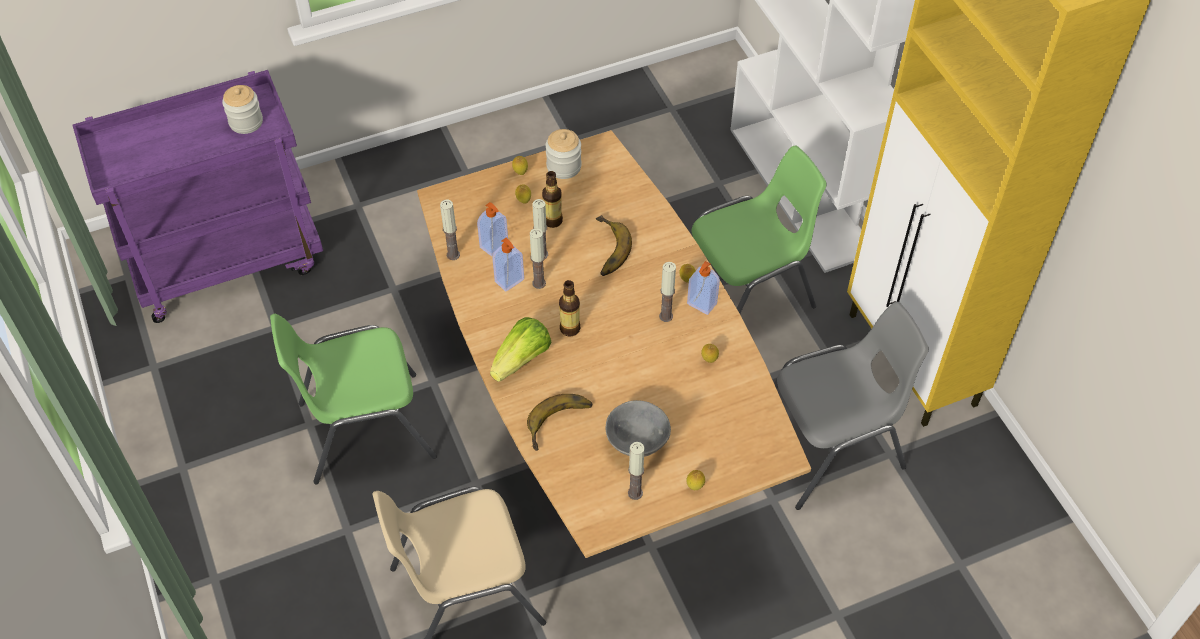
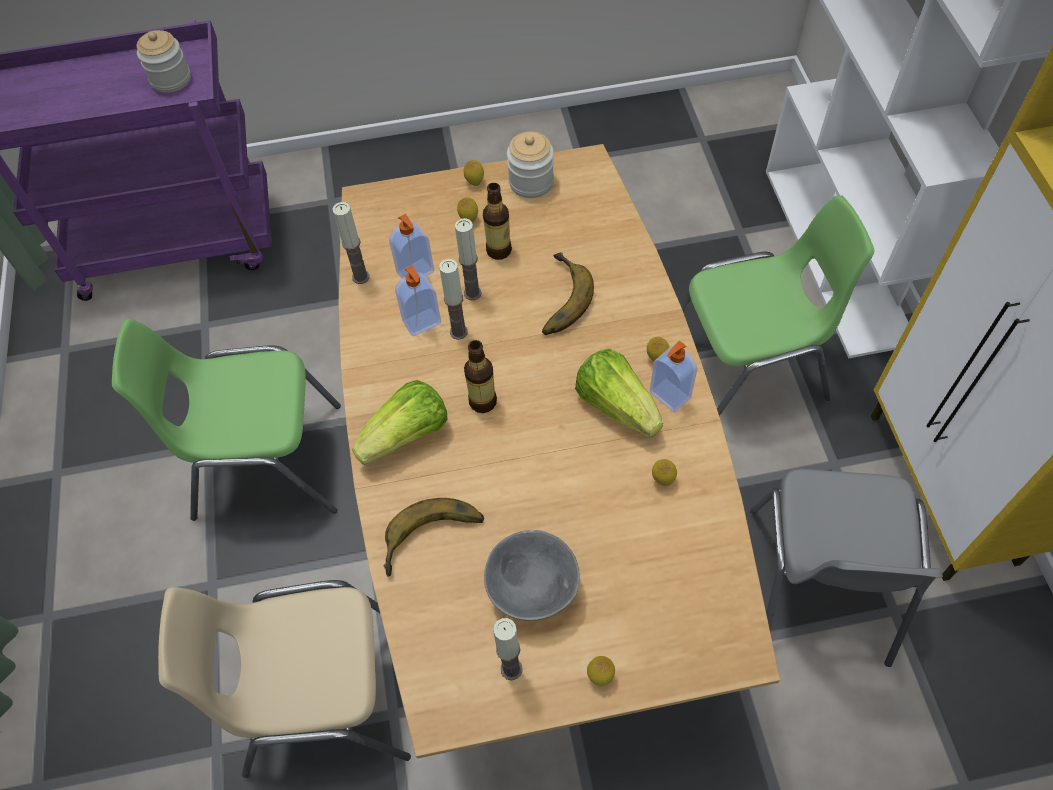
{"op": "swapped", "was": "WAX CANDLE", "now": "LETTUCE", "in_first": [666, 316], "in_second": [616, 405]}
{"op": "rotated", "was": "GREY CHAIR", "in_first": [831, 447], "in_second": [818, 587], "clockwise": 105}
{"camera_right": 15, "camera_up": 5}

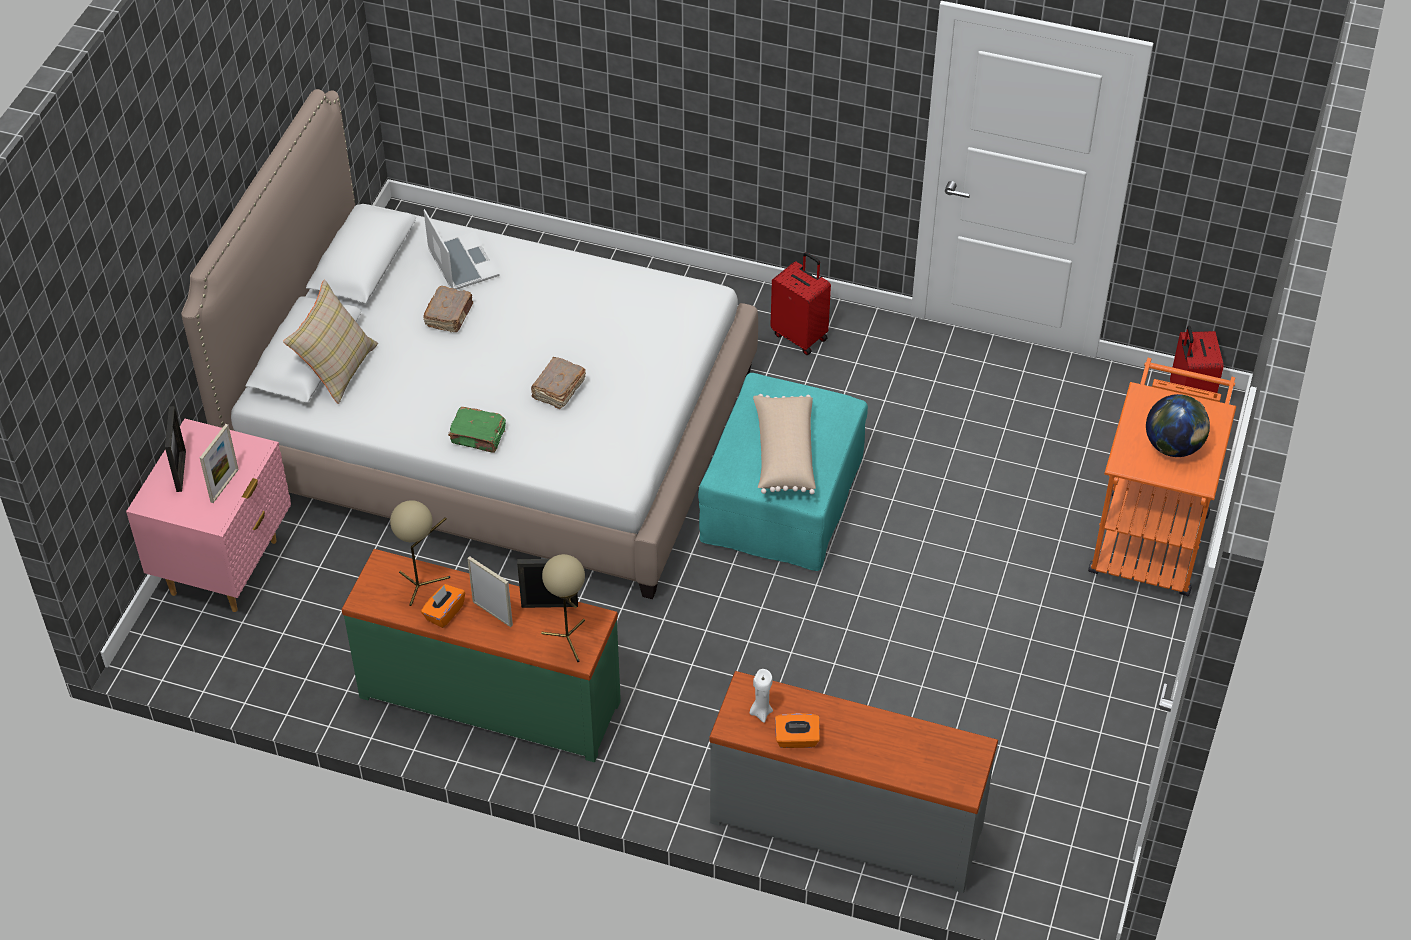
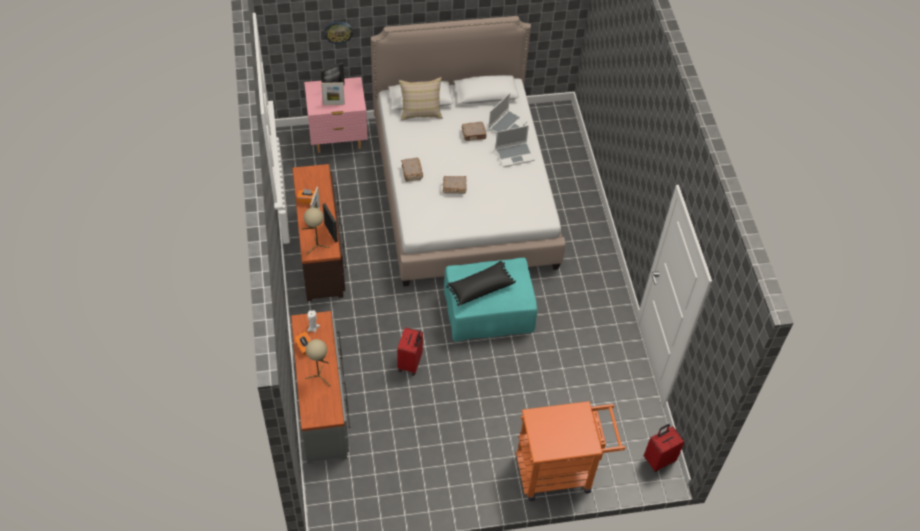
{"op": "shifted", "was": "RED TRAVEL CASE", "in_first": [800, 336], "in_second": [410, 363]}
{"op": "repainted", "was": "SAND-COLOURED CUSHION", "now": "BLACK-COLOURED CUSHION", "in_first": [783, 454], "in_second": [480, 287]}
{"op": "gone", "was": "WORLD GLOBE", "in_first": [1173, 447]}
{"op": "repainted", "was": "GREEN BOUND BOOK", "now": "BROWN-COLOURED BOUND BOOK", "in_first": [478, 436], "in_second": [411, 173]}
{"op": "shifted", "was": "SAND-COLOURED TABLE LAMP", "in_first": [422, 584], "in_second": [320, 377]}
{"op": "repainted", "was": "GREEN DRAWER CHEST", "now": "BROWN-COLOURED DRAWER CHEST", "in_first": [491, 696], "in_second": [321, 252]}
{"op": "new", "now": "WALL CLOCK", "in_second": [338, 32]}
{"op": "new", "now": "PORTABLE COMPUTER", "in_second": [514, 154]}
{"camera_right": 60, "camera_up": 5}

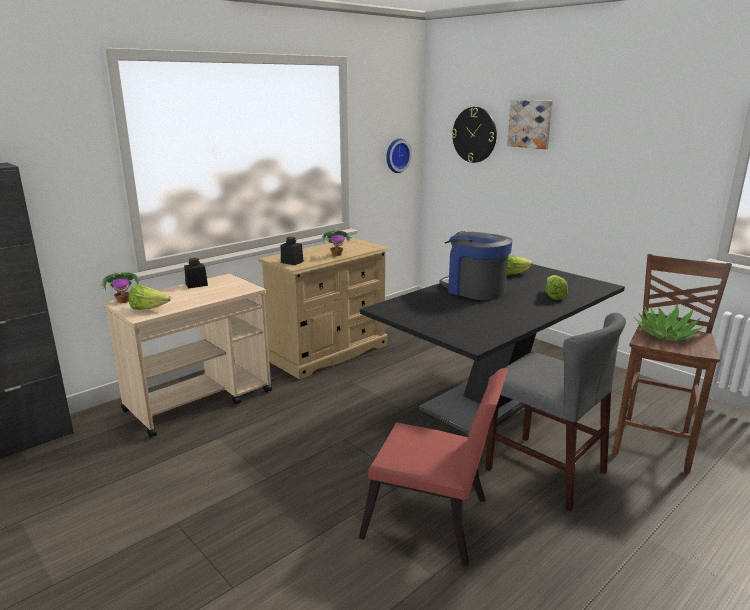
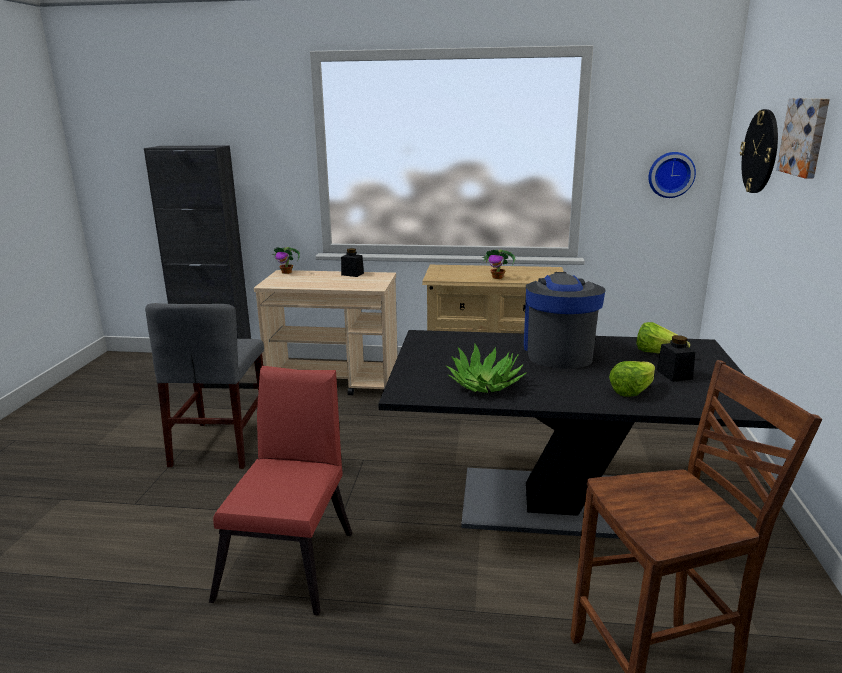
{"op": "shifted", "was": "BLACK-COLOURED STORAGE JAR", "in_first": [292, 262], "in_second": [674, 374]}
{"op": "gone", "was": "LETTUCE", "in_first": [149, 309]}
{"op": "shifted", "was": "POTTED PLANT", "in_first": [666, 334], "in_second": [484, 384]}
{"op": "shifted", "was": "GREY CHAIR", "in_first": [545, 470], "in_second": [221, 444]}
{"op": "rotated", "was": "RED CHAIR", "in_first": [433, 522], "in_second": [291, 558], "clockwise": -150}
{"camera_right": 50, "camera_up": 0}

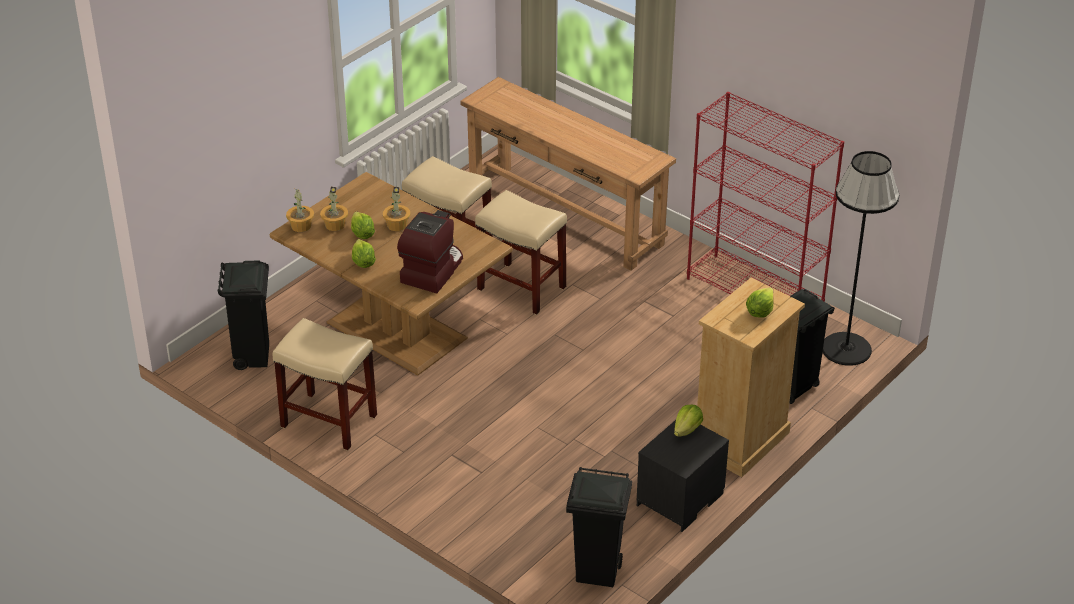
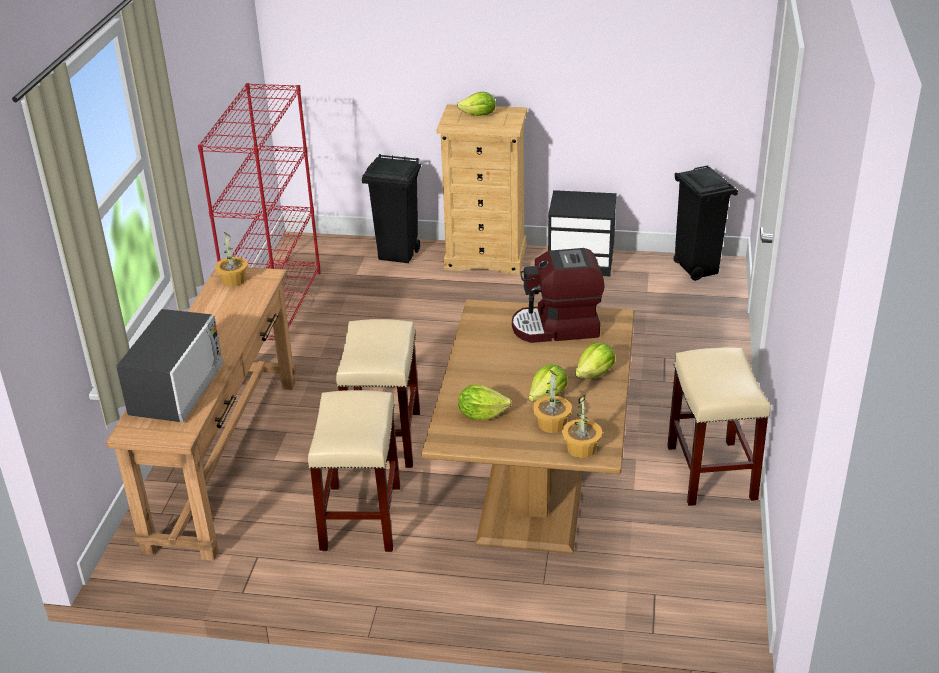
{"op": "gone", "was": "BLACK-COLOURED STANDING LAMP", "in_first": [846, 349]}
{"op": "shifted", "was": "POTTED PLANT", "in_first": [397, 225], "in_second": [233, 280]}
{"op": "gone", "was": "BLACK-COLOURED TRASH CAN", "in_first": [252, 356]}
{"op": "shifted", "was": "LETTUCE", "in_first": [687, 430], "in_second": [481, 414]}
{"op": "new", "now": "MICROWAVE", "in_second": [177, 389]}
{"camera_right": -120, "camera_up": -5}

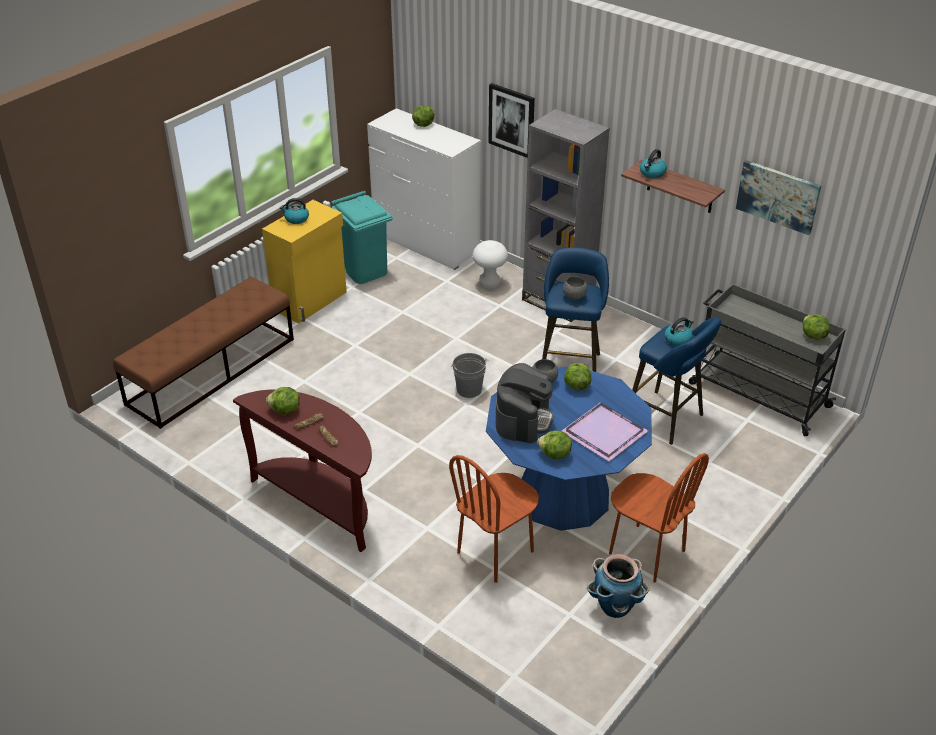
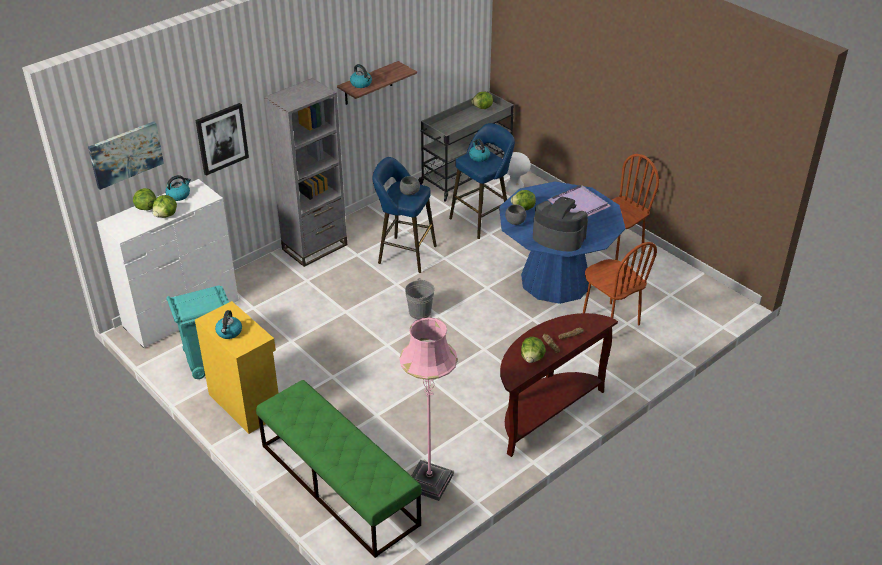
{"op": "shifted", "was": "WALL ART", "in_first": [778, 196], "in_second": [126, 154]}
{"op": "shifted", "was": "WHITE STOOL", "in_first": [489, 284], "in_second": [514, 189]}
{"op": "repainted", "was": "BROWN-COLOURED LONG SEAT", "now": "GREEN LONG SEAT", "in_first": [212, 371], "in_second": [338, 484]}
{"op": "shifted", "was": "LETTUCE", "in_first": [554, 455], "in_second": [166, 215]}
{"op": "gone", "was": "FLOWER POT", "in_first": [615, 607]}
{"op": "new", "now": "TEA KETTLE", "in_second": [179, 195]}
{"op": "new", "now": "PINK STANDING LAMP", "in_second": [429, 481]}
{"camera_right": -80, "camera_up": 0}

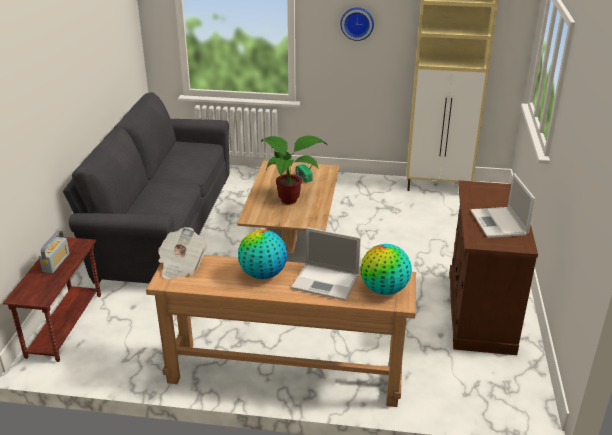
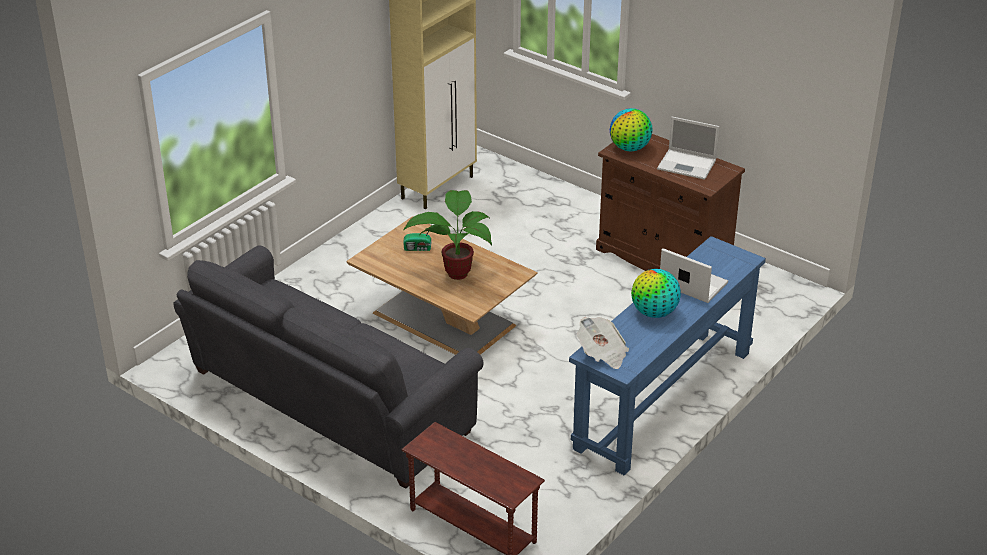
{"op": "gone", "was": "WALL CLOCK", "in_first": [357, 23]}
{"op": "rotated", "was": "PORTABLE COMPUTER", "in_first": [327, 282], "in_second": [692, 284], "clockwise": -105}
{"op": "gone", "was": "RADIO RECEIVER", "in_first": [56, 263]}
{"op": "shifted", "was": "WORLD GLOBE", "in_first": [384, 290], "in_second": [630, 148]}
{"op": "repainted", "was": "BROWN-COLOURED NARROW TABLE", "now": "BLUE NARROW TABLE", "in_first": [284, 373], "in_second": [663, 399]}
{"camera_right": -60, "camera_up": 5}

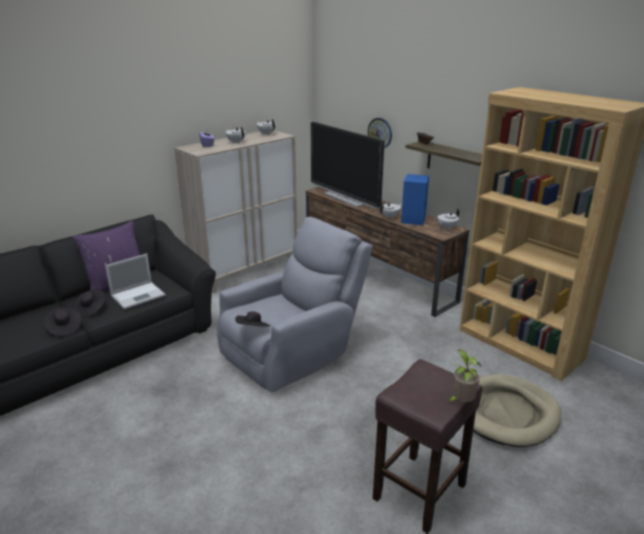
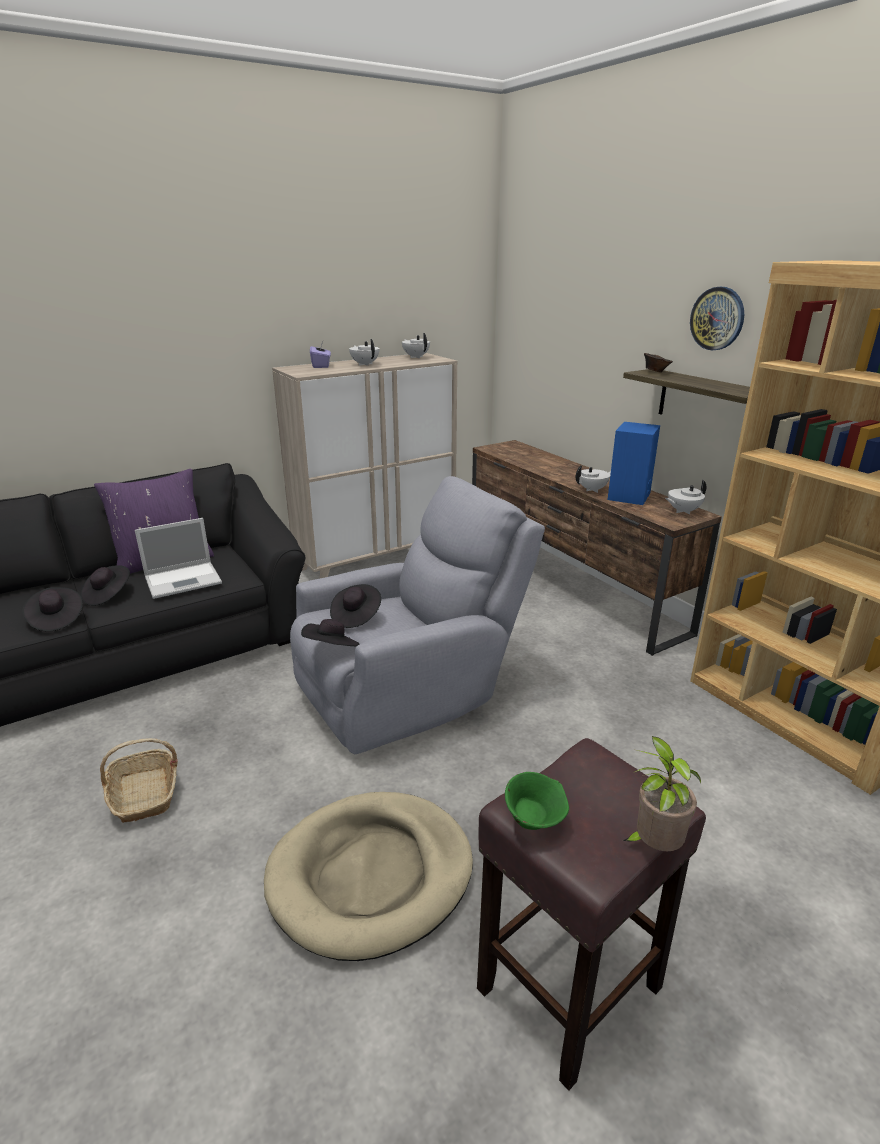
{"op": "shifted", "was": "WALL CLOCK", "in_first": [380, 133], "in_second": [717, 318]}
{"op": "gone", "was": "TELEVISION", "in_first": [346, 198]}
{"op": "shifted", "was": "SAND-COLOURED PET BED", "in_first": [507, 413], "in_second": [371, 875]}
{"op": "new", "now": "BLACK-COLOURED CLOTHING HAT", "in_second": [356, 616]}
{"op": "new", "now": "STORAGE BASKET", "in_second": [144, 794]}
{"op": "new", "now": "GREEN BOWL", "in_second": [534, 820]}
{"camera_right": 10, "camera_up": 0}

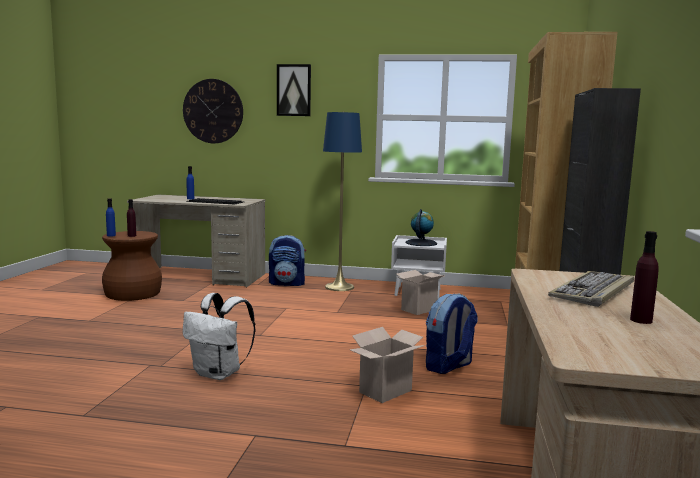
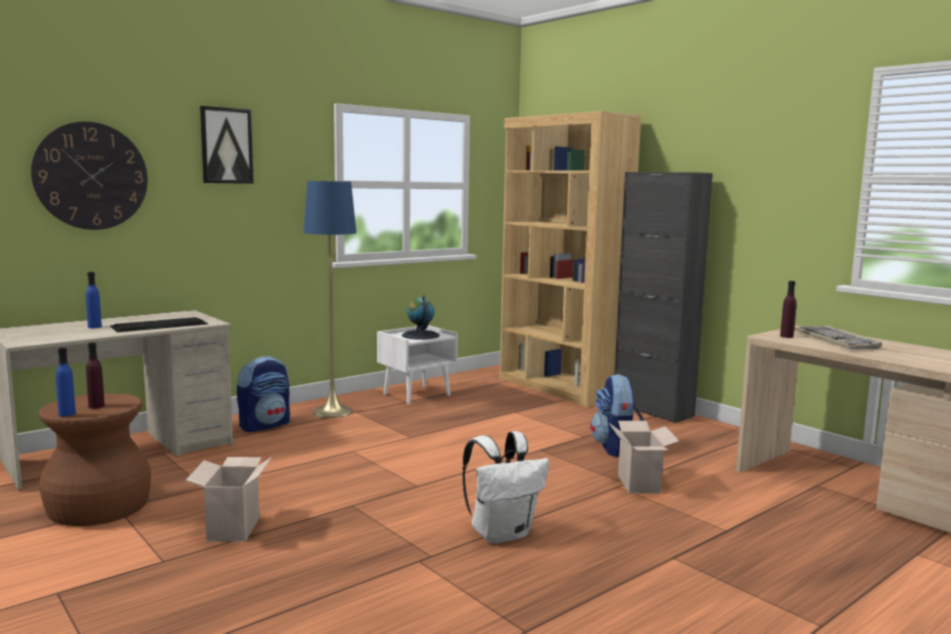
{"op": "shifted", "was": "PURPLE-COLOURED BEVERAGE BOTTLE", "in_first": [641, 320], "in_second": [786, 336]}
{"op": "shifted", "was": "CARTON", "in_first": [419, 309], "in_second": [232, 528]}
{"camera_right": -50, "camera_up": 0}

